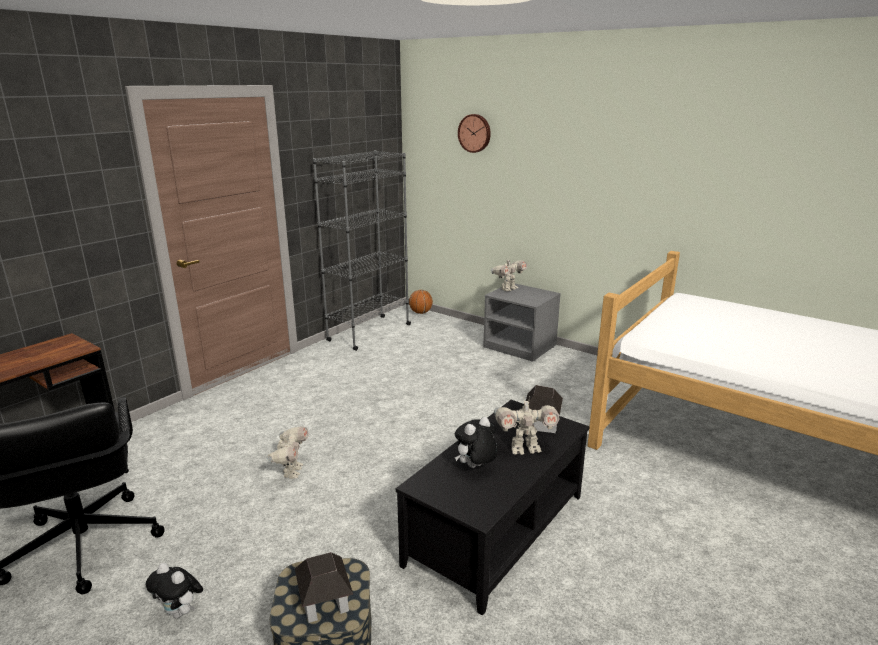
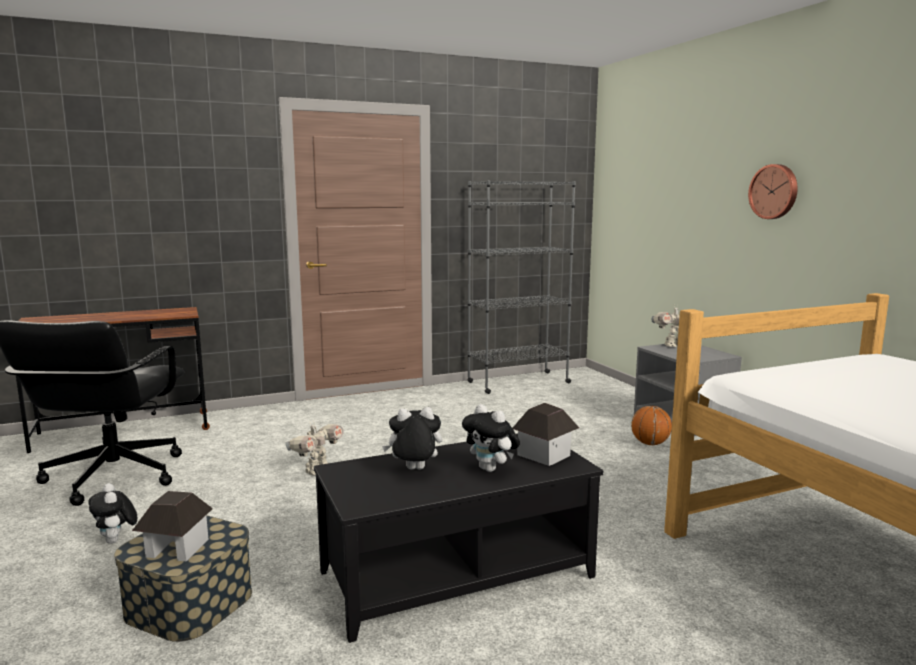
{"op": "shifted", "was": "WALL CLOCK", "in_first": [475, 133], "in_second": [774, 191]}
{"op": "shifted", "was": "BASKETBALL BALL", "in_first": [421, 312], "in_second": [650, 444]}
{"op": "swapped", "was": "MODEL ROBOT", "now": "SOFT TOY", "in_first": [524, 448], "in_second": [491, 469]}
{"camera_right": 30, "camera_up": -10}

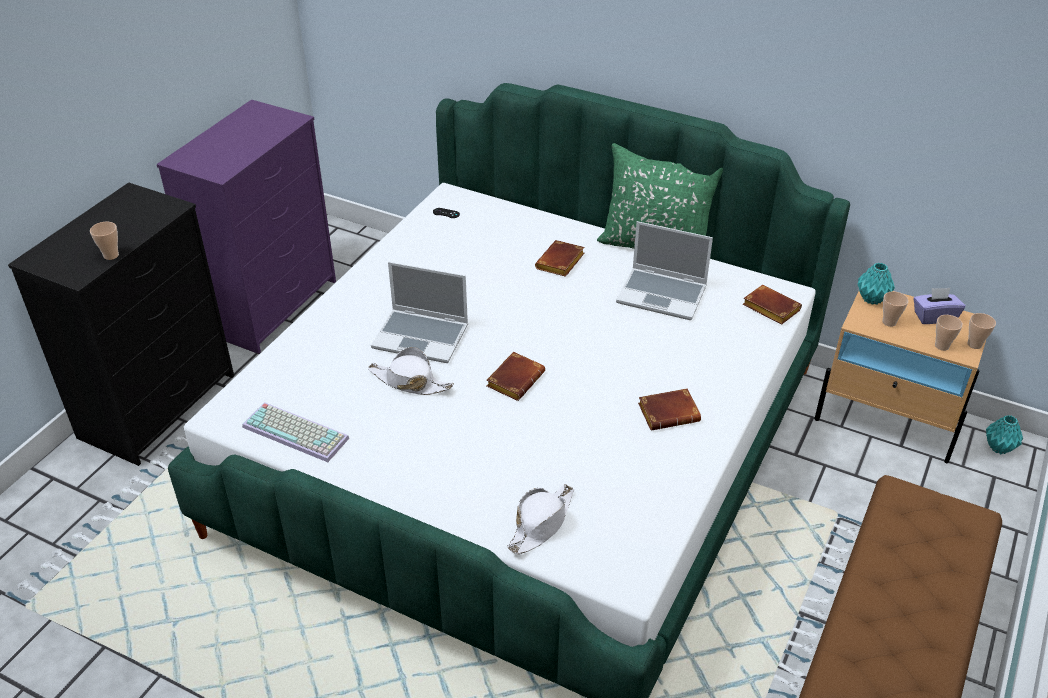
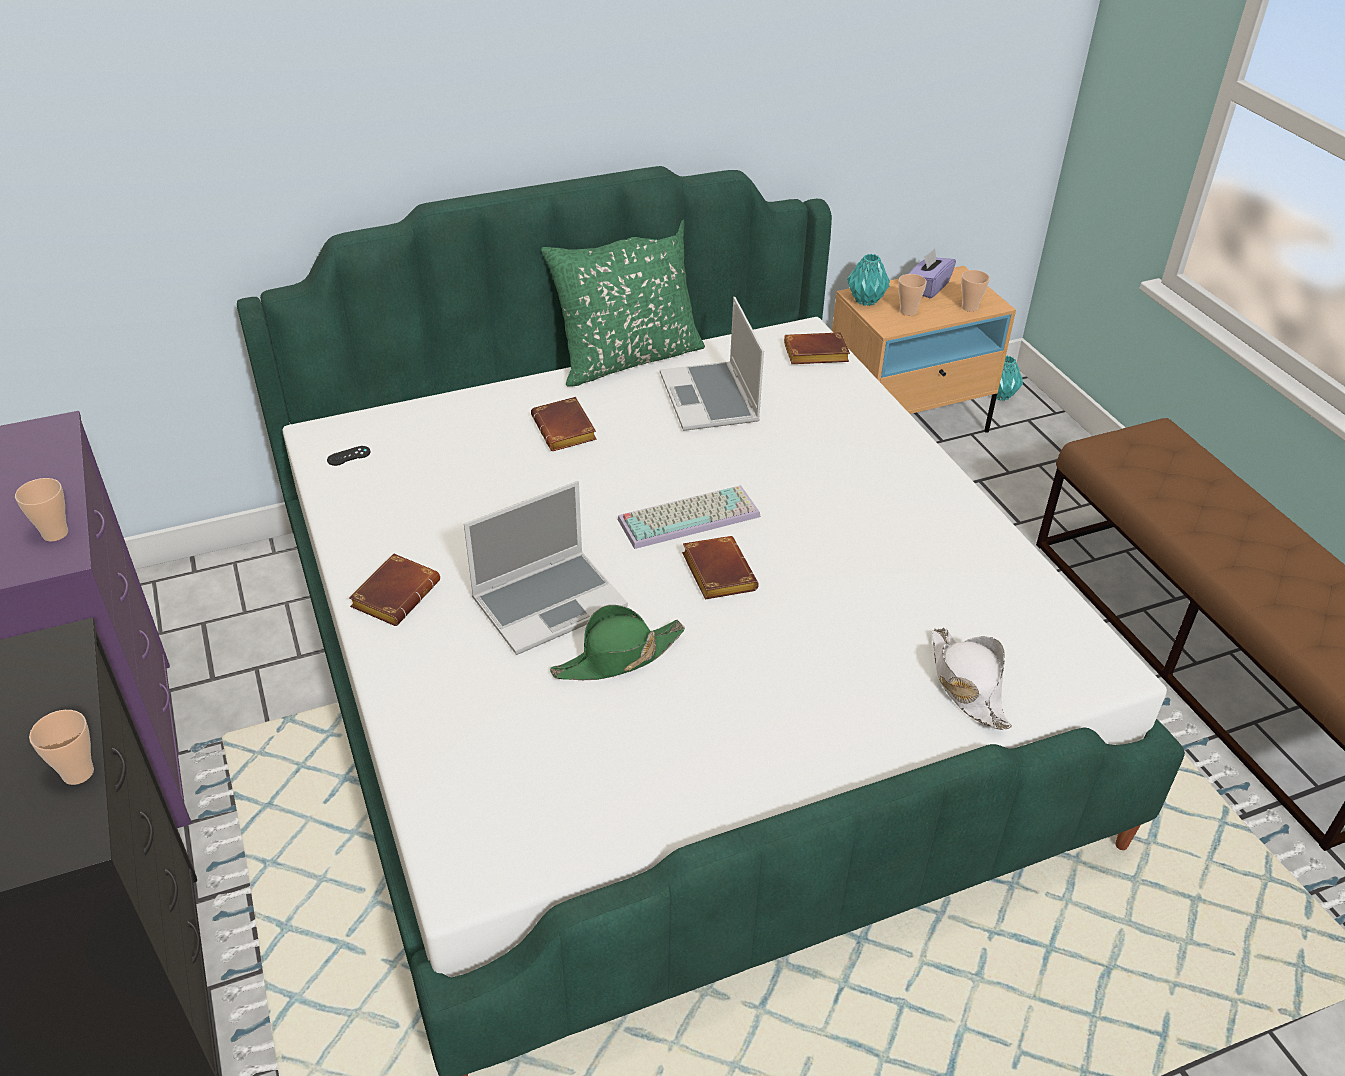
{"op": "rotated", "was": "PORTABLE COMPUTER", "in_first": [663, 295], "in_second": [711, 399], "clockwise": 105}
{"op": "shifted", "was": "CUP", "in_first": [974, 344], "in_second": [55, 533]}
{"op": "repainted", "was": "WHITE CLOTHING HAT", "now": "GREEN CLOTHING HAT", "in_first": [410, 382], "in_second": [618, 657]}
{"op": "shifted", "was": "BROWN-COLOURED BOUND BOOK", "in_first": [669, 412], "in_second": [395, 594]}
{"op": "shifted", "was": "PC KEYBOARD", "in_first": [297, 432], "in_second": [689, 516]}
{"camera_right": -50, "camera_up": 0}

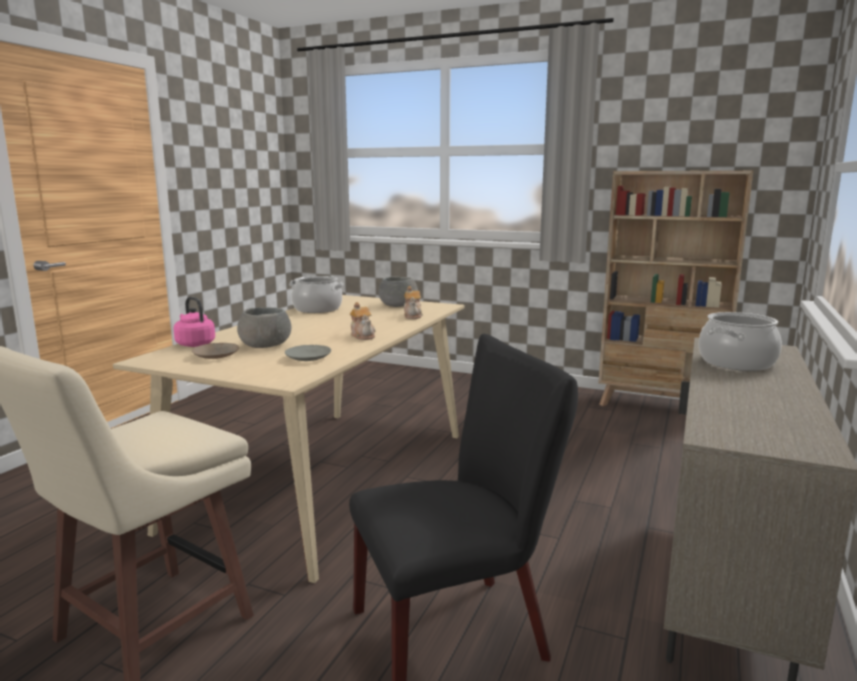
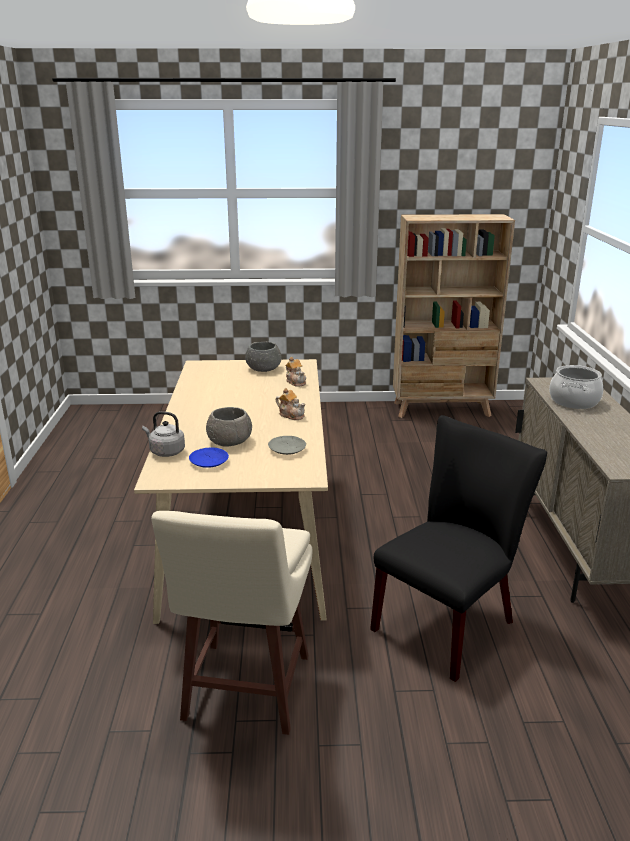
{"op": "gone", "was": "SAUCEPOT", "in_first": [317, 309]}
{"op": "repainted", "was": "PINK TEA KETTLE", "now": "GREY TEA KETTLE", "in_first": [194, 344], "in_second": [165, 452]}
{"op": "repainted", "was": "SAND-COLOURED FLAT DISH", "now": "BLUE FLAT DISH", "in_first": [216, 355], "in_second": [209, 462]}
{"camera_right": -25, "camera_up": 10}

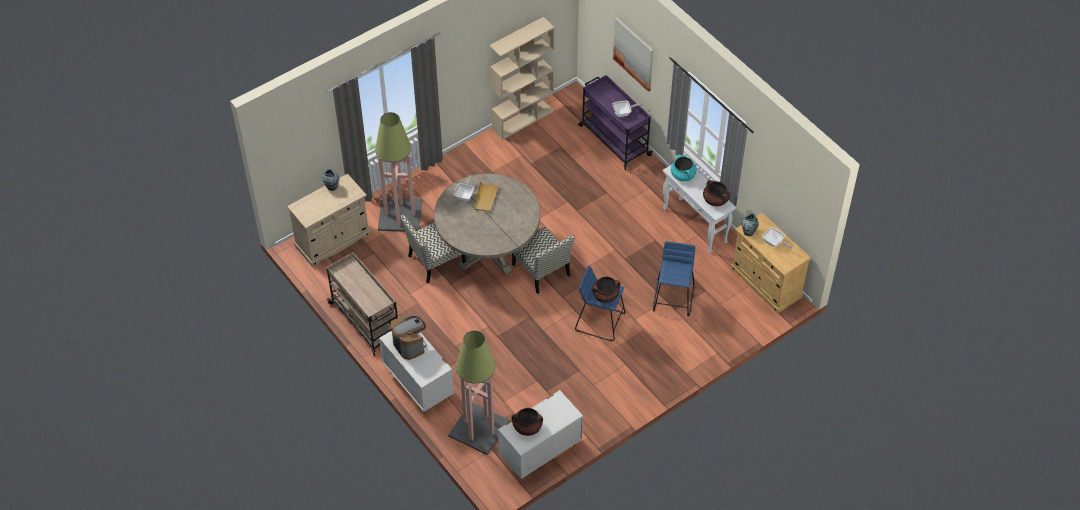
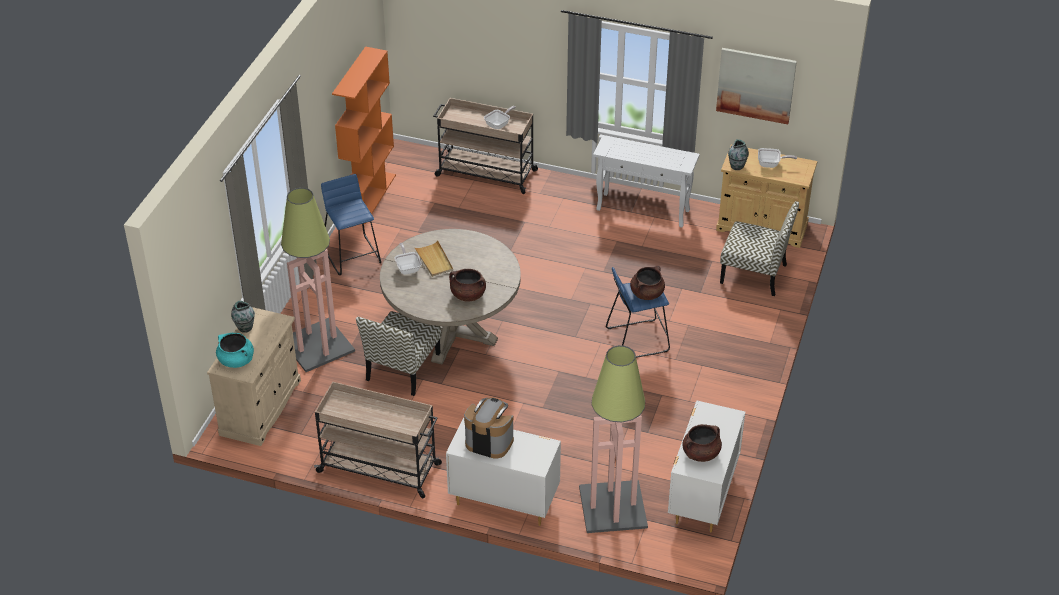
{"op": "repainted", "was": "SAND-COLOURED BOOKCASE", "now": "ORANGE-COLOURED BOOKCASE", "in_first": [523, 120], "in_second": [370, 196]}
{"op": "shifted", "was": "WALL ART", "in_first": [634, 53], "in_second": [756, 85]}
{"op": "repainted", "was": "PURPLE-COLOURED WHEELED CART", "now": "SAND-COLOURED WHEELED CART", "in_first": [613, 140], "in_second": [485, 173]}
{"op": "shifted", "was": "TURQUOISE SAUCEPOT", "in_first": [683, 175], "in_second": [236, 360]}
{"op": "shifted", "was": "BROWN-COLOURED SAUCEPOT", "in_first": [715, 200], "in_second": [468, 295]}
{"op": "shifted", "was": "CHAIR", "in_first": [542, 270], "in_second": [755, 274]}
{"op": "shifted", "was": "BLUE STOOL", "in_first": [673, 298], "in_second": [352, 255]}
{"camera_right": -35, "camera_up": -10}

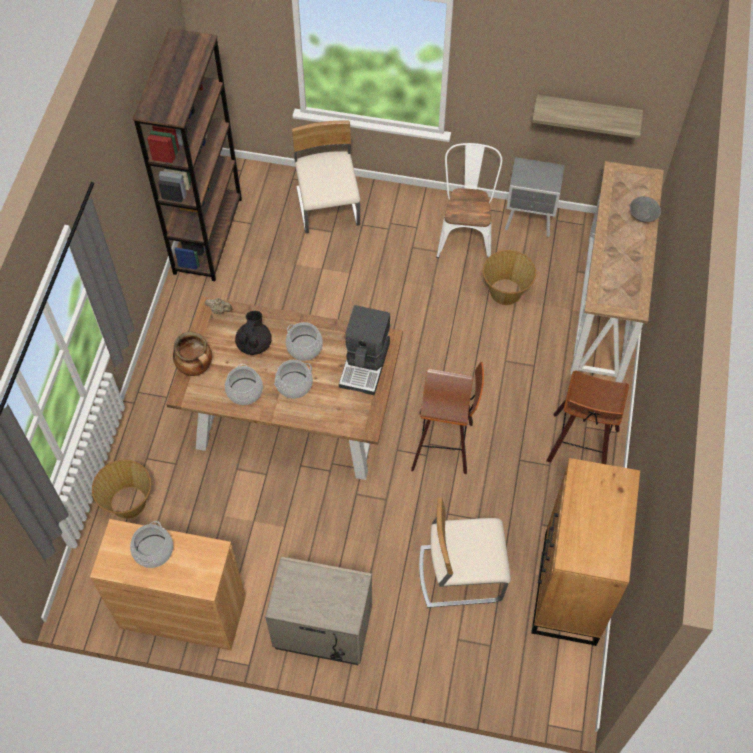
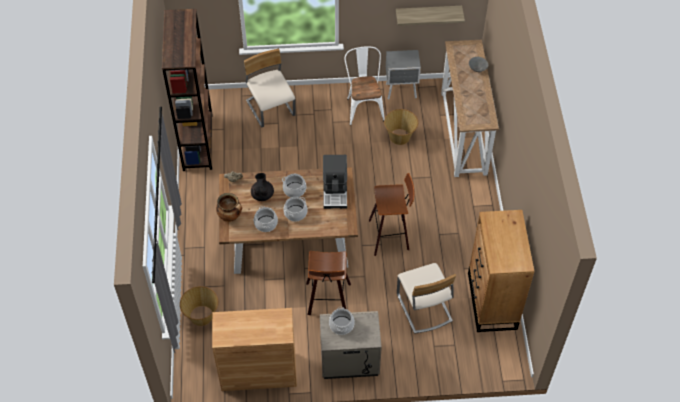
{"op": "shifted", "was": "STOOL", "in_first": [580, 447], "in_second": [328, 300]}
{"op": "rotated", "was": "SAND-COLOURED CHAIR", "in_first": [460, 573], "in_second": [423, 308], "clockwise": -90}
{"op": "shifted", "was": "SAUCEPOT", "in_first": [153, 550], "in_second": [341, 325]}
{"camera_right": -15, "camera_up": -5}

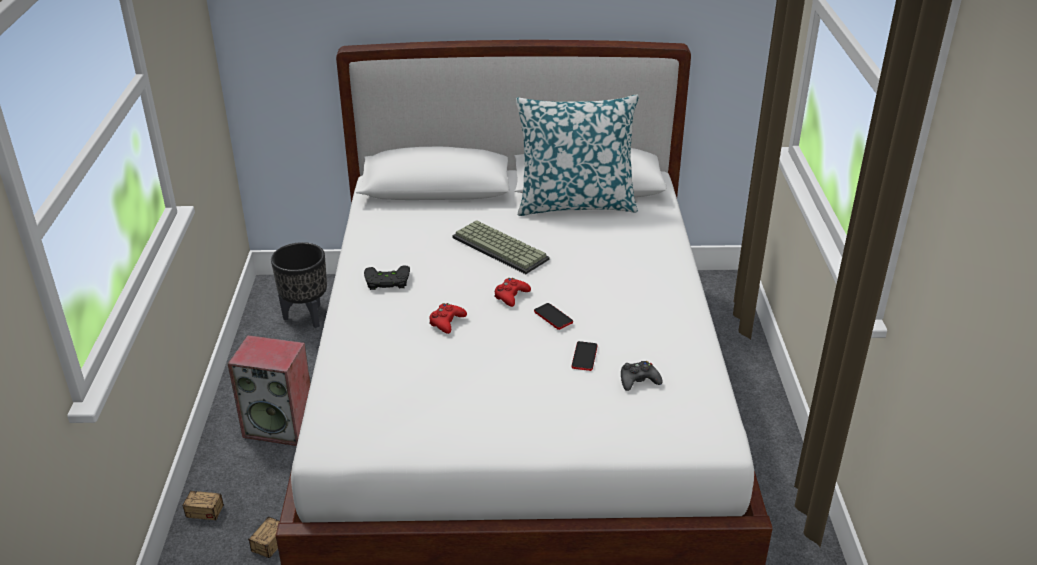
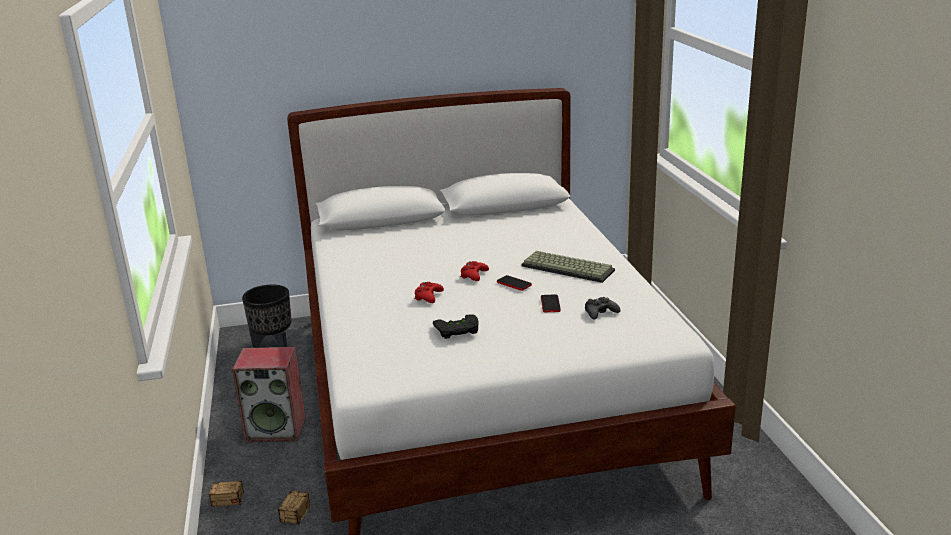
{"op": "gone", "was": "CUSHION", "in_first": [575, 204]}
{"op": "shifted", "was": "PC KEYBOARD", "in_first": [502, 248], "in_second": [569, 268]}
{"op": "shifted", "was": "BLACK-COLOURED JOYPAD", "in_first": [387, 282], "in_second": [457, 330]}
{"camera_right": -10, "camera_up": -10}

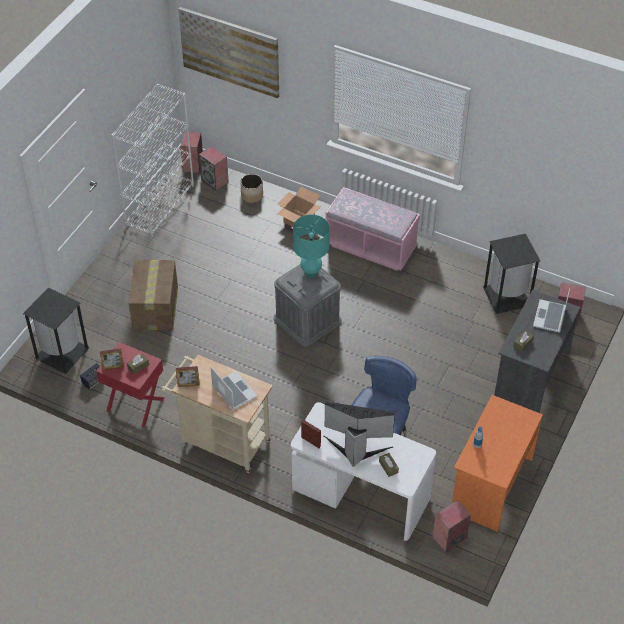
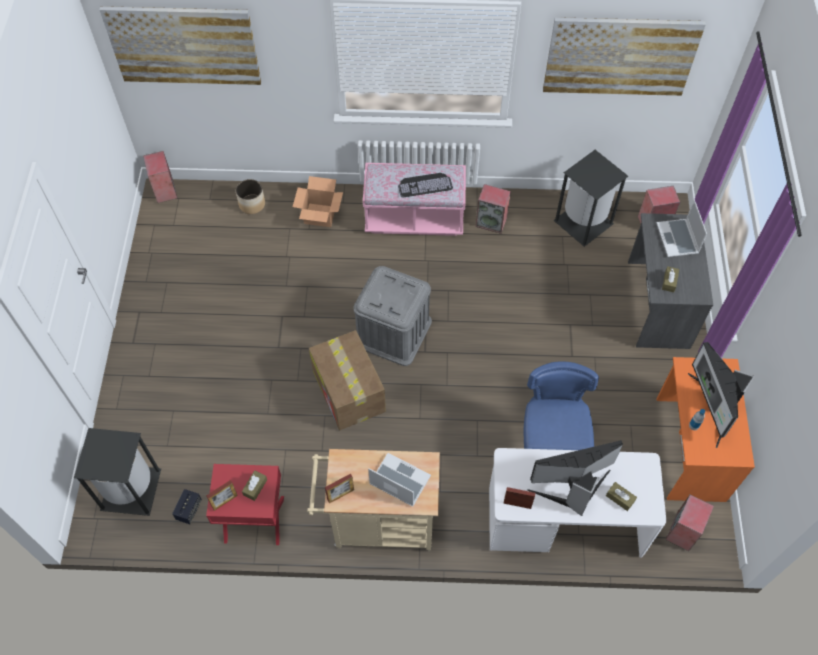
{"op": "gone", "was": "WHITE BOOKCASE", "in_first": [160, 205]}
{"op": "shifted", "was": "AUDIO SPEAKER", "in_first": [215, 181], "in_second": [491, 222]}
{"op": "gone", "was": "TURQUOISE TABLE LAMP", "in_first": [311, 272]}
{"op": "shifted", "was": "CARTON", "in_first": [155, 308], "in_second": [349, 392]}
{"op": "new", "now": "WALL ART", "in_second": [620, 56]}
{"op": "new", "now": "PC KEYBOARD", "in_second": [425, 184]}
{"op": "new", "now": "MONITOR", "in_second": [712, 408]}
{"camera_right": -25, "camera_up": 10}

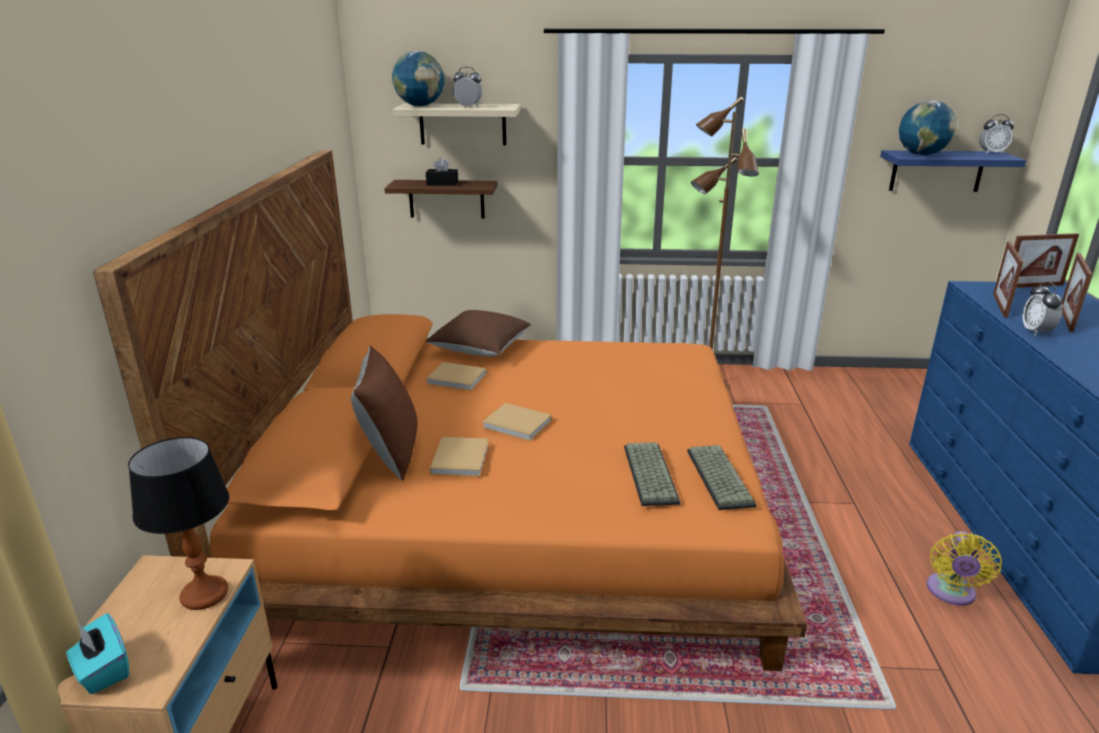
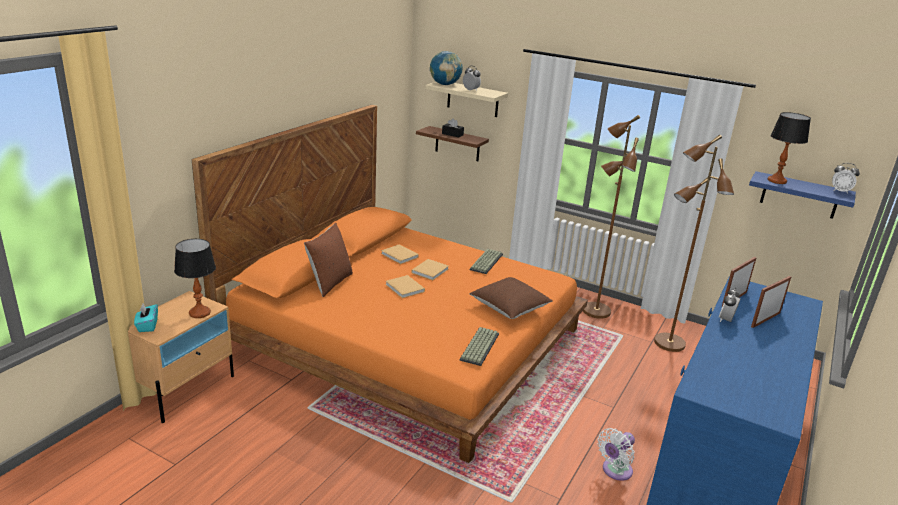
{"op": "swapped", "was": "WORLD GLOBE", "now": "TABLE LAMP", "in_first": [921, 154], "in_second": [777, 181]}
{"op": "gone", "was": "PHOTO FRAME", "in_first": [1033, 286]}
{"op": "shifted", "was": "BROWN-COLOURED CUSHION", "in_first": [480, 348], "in_second": [509, 308]}
{"op": "shifted", "was": "SAND-COLOURED BOUND BOOK", "in_first": [460, 457], "in_second": [430, 270]}
{"op": "shifted", "was": "PC KEYBOARD", "in_first": [648, 473], "in_second": [485, 261]}
{"op": "repainted", "was": "YELLOWISH ELECTRIC FAN", "now": "WHITE ELECTRIC FAN", "in_first": [951, 593], "in_second": [615, 471]}
{"op": "new", "now": "BROWN-COLOURED STANDING LAMP", "in_second": [668, 343]}
{"camera_right": 25, "camera_up": 0}

